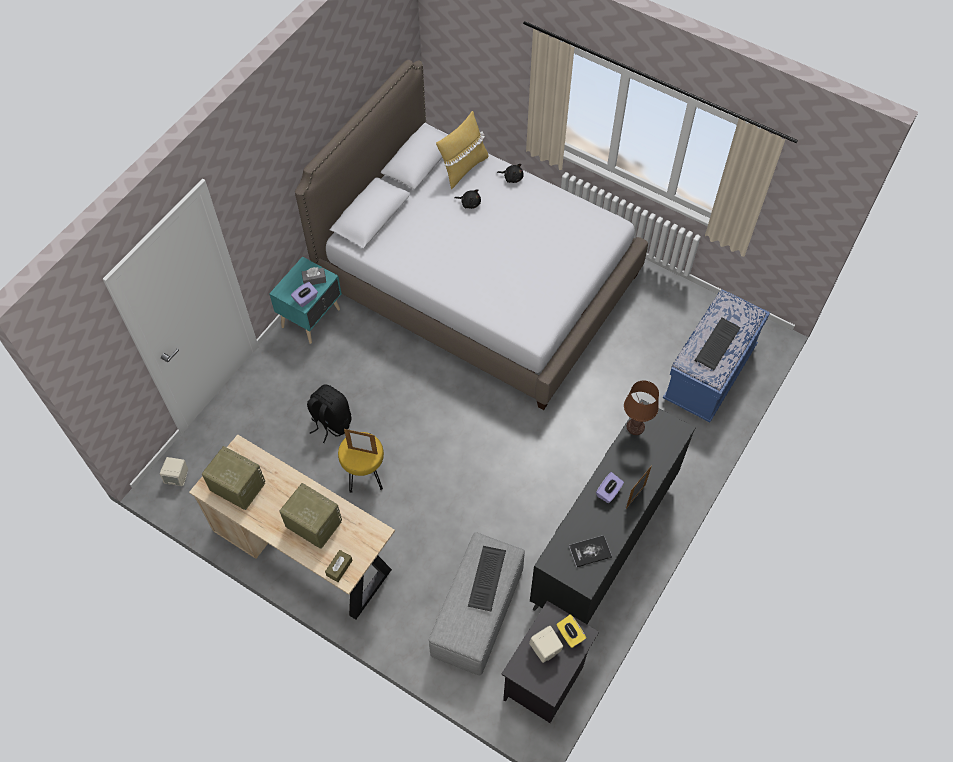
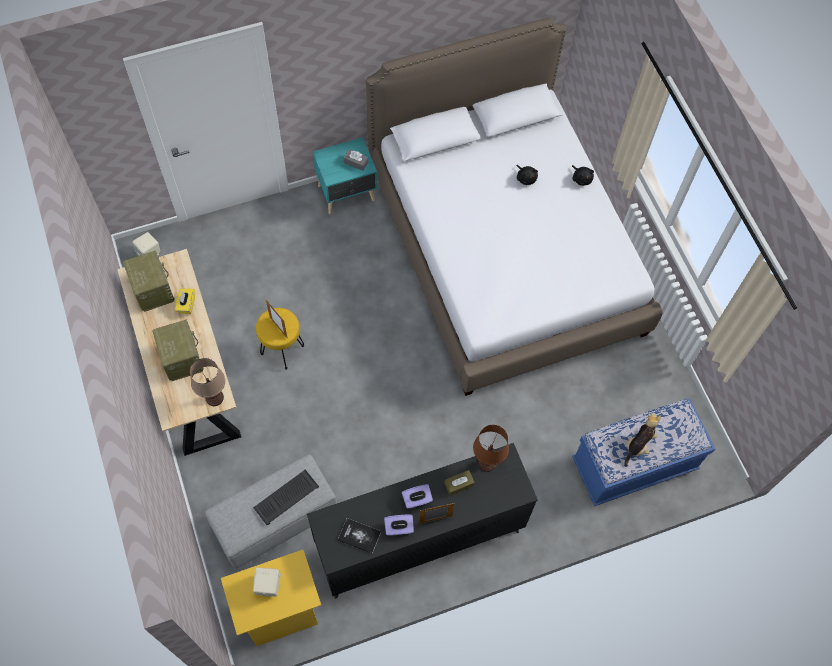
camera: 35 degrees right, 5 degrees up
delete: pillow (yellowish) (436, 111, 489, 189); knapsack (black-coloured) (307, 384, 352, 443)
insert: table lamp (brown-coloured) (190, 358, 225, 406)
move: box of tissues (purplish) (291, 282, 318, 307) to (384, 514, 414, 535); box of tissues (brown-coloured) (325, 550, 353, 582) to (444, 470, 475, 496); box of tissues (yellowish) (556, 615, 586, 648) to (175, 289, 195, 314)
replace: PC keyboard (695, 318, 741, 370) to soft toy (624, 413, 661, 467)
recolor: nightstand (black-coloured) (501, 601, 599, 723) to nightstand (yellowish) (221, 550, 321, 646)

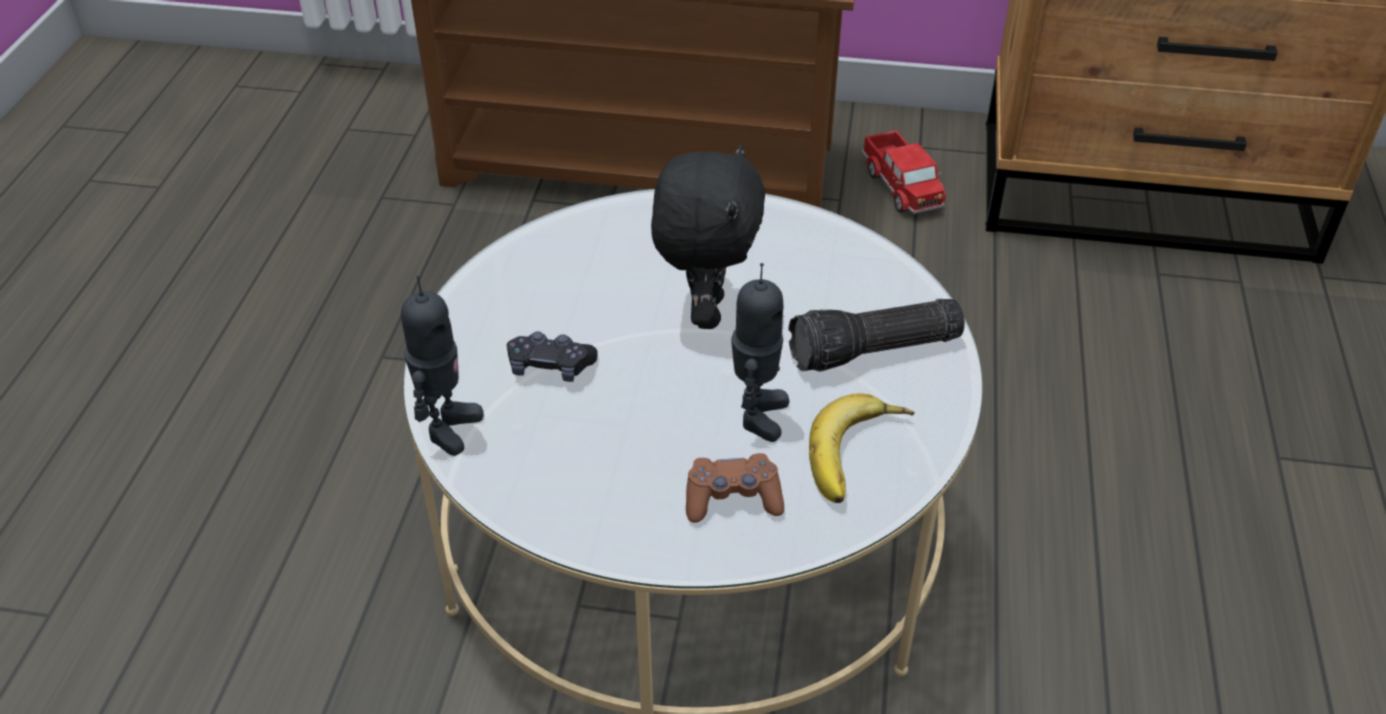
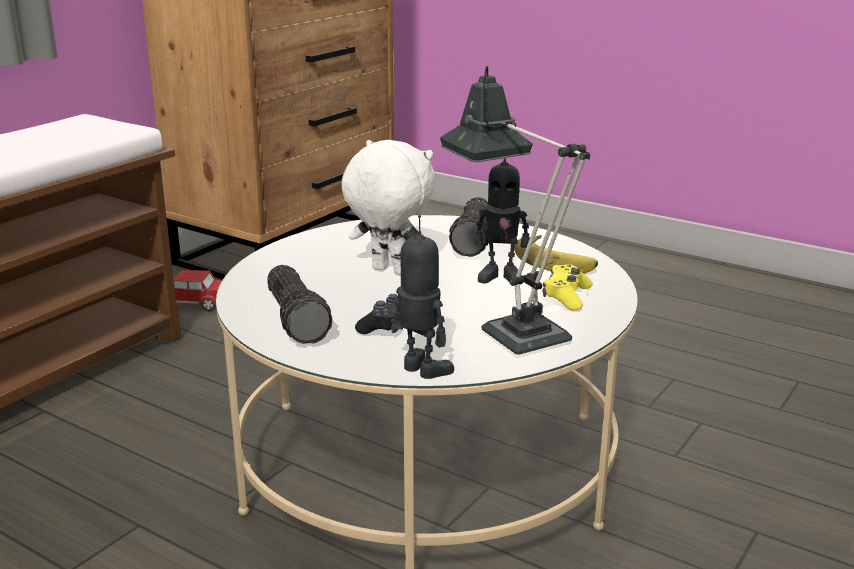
camera: 65 degrees left, 20 degrees down
insert: table lamp (440, 66, 590, 354); flashlight (267, 265, 333, 344)
recolor: soft toy (black-coloured) (651, 143, 765, 329) to soft toy (white) (341, 140, 435, 275); game controller (brown-coloured) (686, 453, 784, 523) to game controller (yellowish) (543, 264, 593, 311)
rotate: toy robot (732, 263, 789, 442) = (474, 158, 530, 285) 150 degrees clockwise

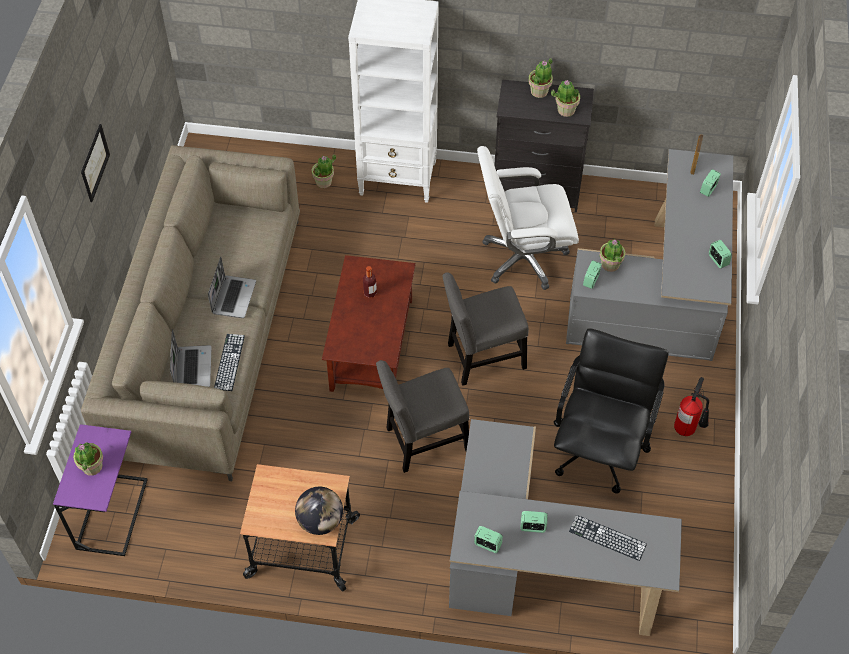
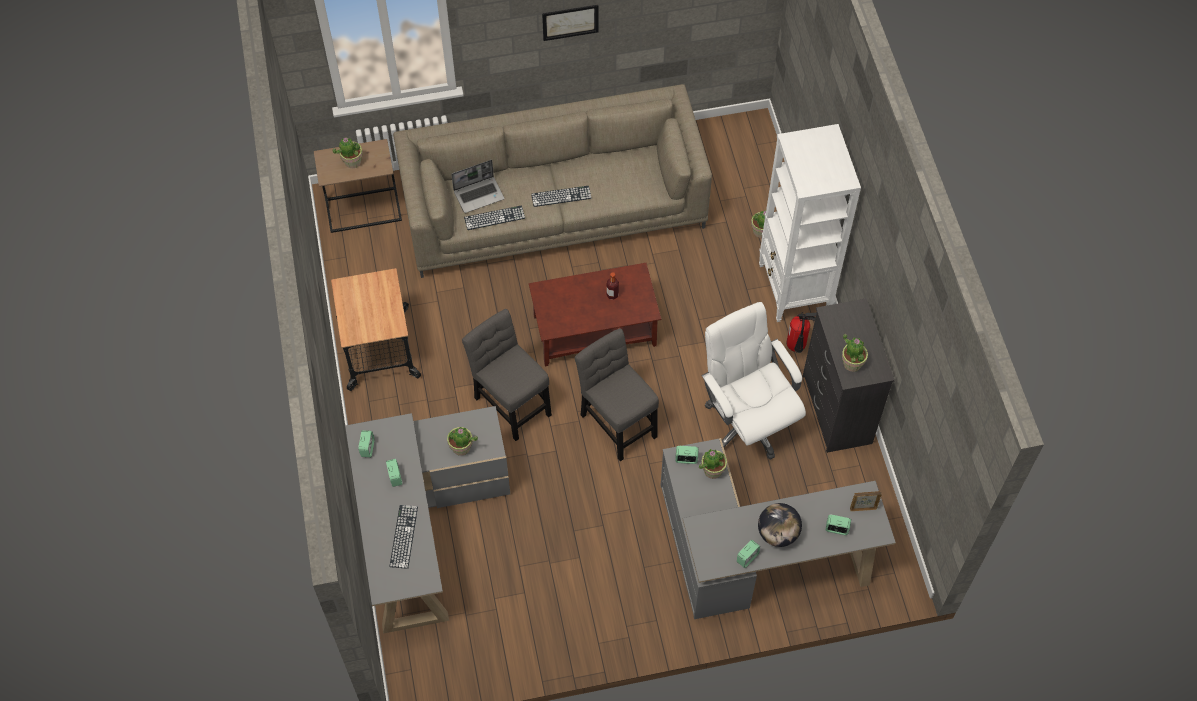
camera: 70 degrees right, 5 degrees up
delete: desk chair (black-coloured) (554, 328, 669, 494)
move: plant in a pot (528, 58, 553, 98) to (447, 427, 478, 456); fire-fighting cylinder (674, 377, 709, 436) to (786, 312, 817, 353); desk globe (295, 487, 343, 535) to (758, 503, 802, 547)
replace: notebook computer (208, 257, 256, 318) to PC keyboard (531, 186, 592, 207)
recolor: accent table (purplish) (53, 424, 148, 556) to accent table (brown-coloured) (314, 139, 402, 233)

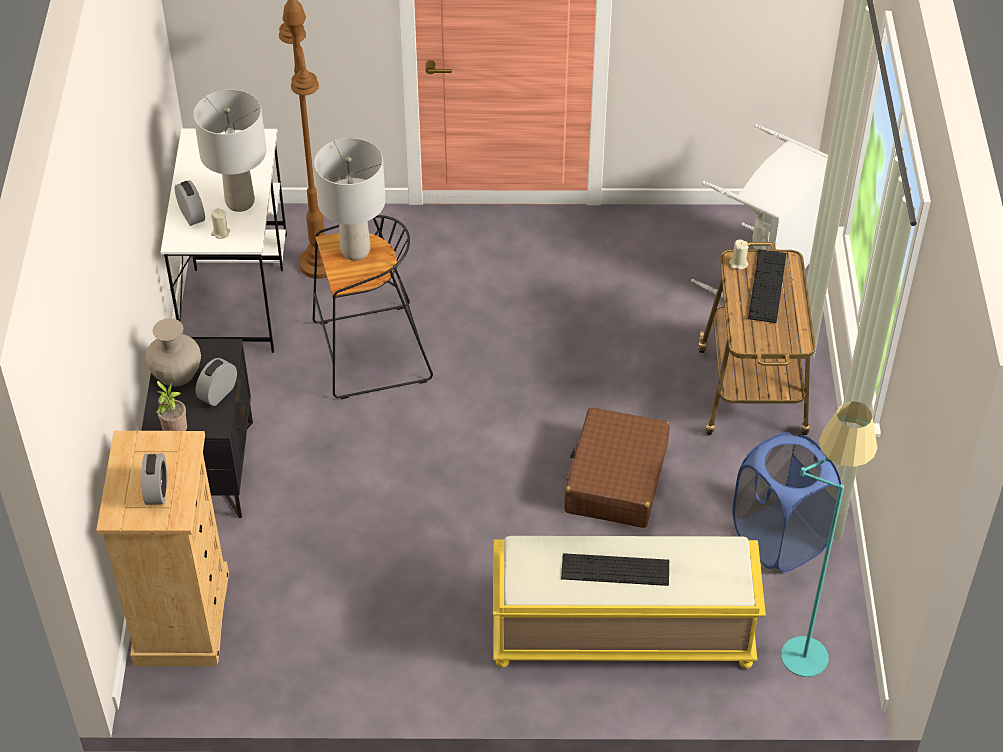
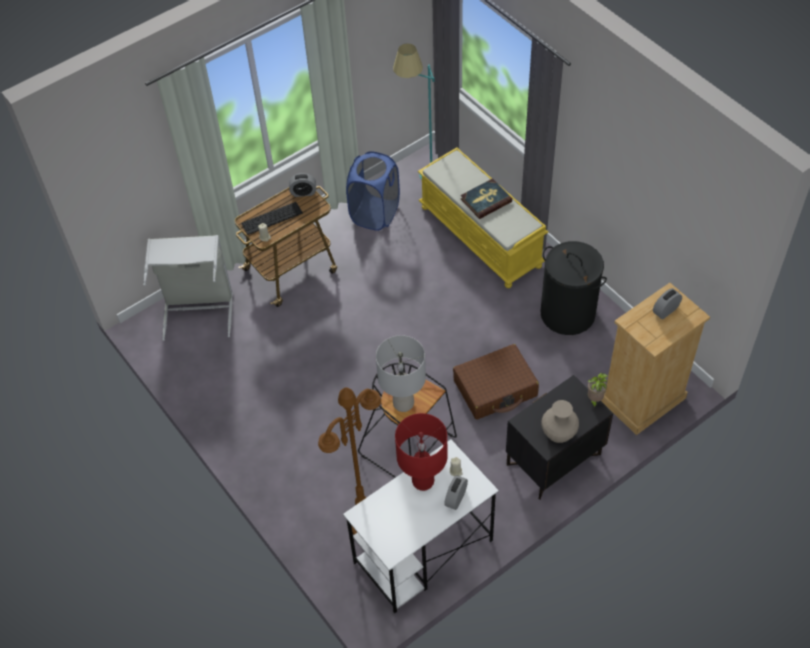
camera: 125 degrees left, 5 degrees up
insert: laundry basket (black-coloured) (541, 241, 607, 335)
move: alarm clock (196, 358, 237, 406) to (289, 173, 316, 197); travel case (brown-coloured) (564, 407, 670, 528) to (453, 344, 539, 420)
replace: PC keyboard (561, 553, 669, 586) to bound book (461, 178, 512, 219)
recolor: table lamp (greyish) (193, 89, 266, 212) to table lamp (red-coloured) (395, 413, 448, 491)

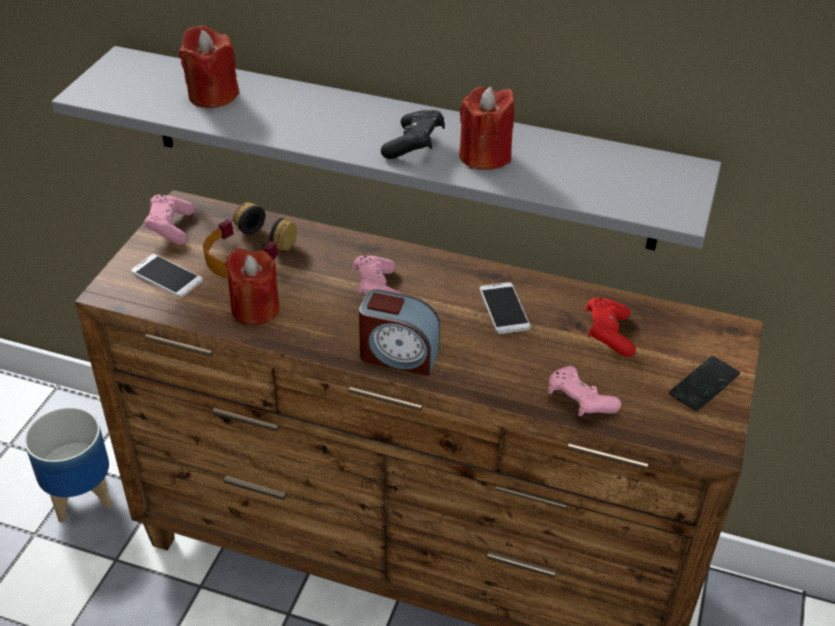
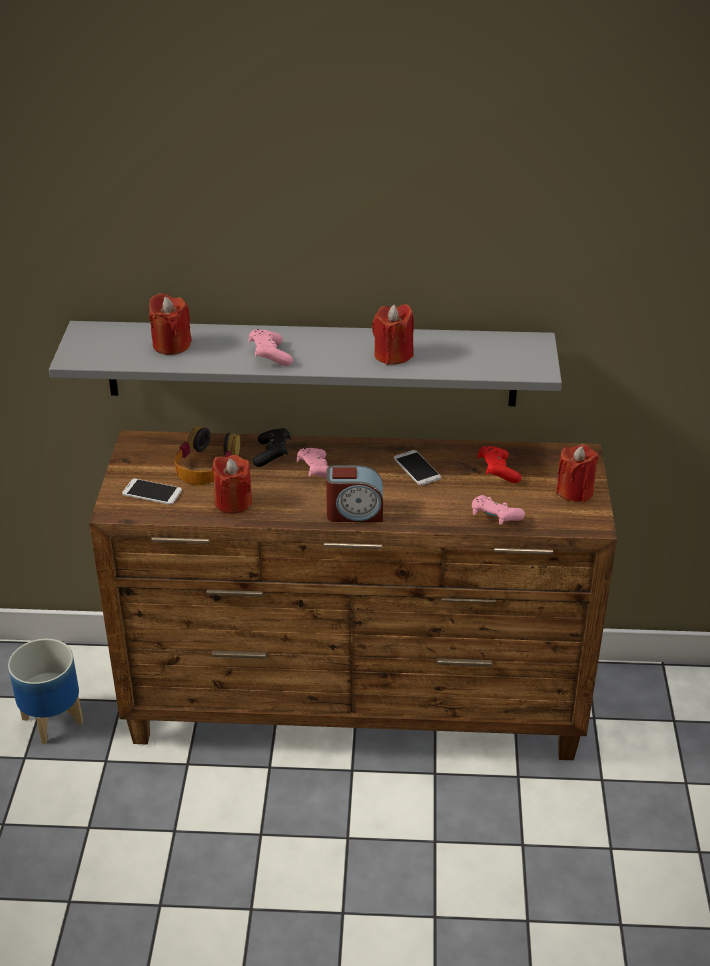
camera: 15 degrees left, 5 degrees down
move: game controller (black-coloured) (381, 110, 445, 159) to (253, 428, 291, 467); game controller (pinkish) (144, 195, 195, 245) to (248, 329, 293, 366)
replace: phone (669, 356, 740, 411) to candle (red-coloured) (556, 444, 599, 502)

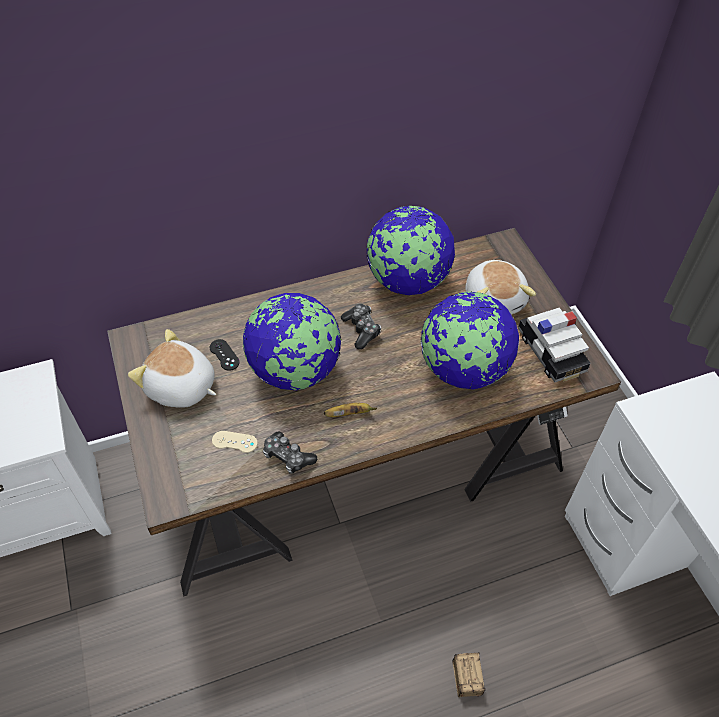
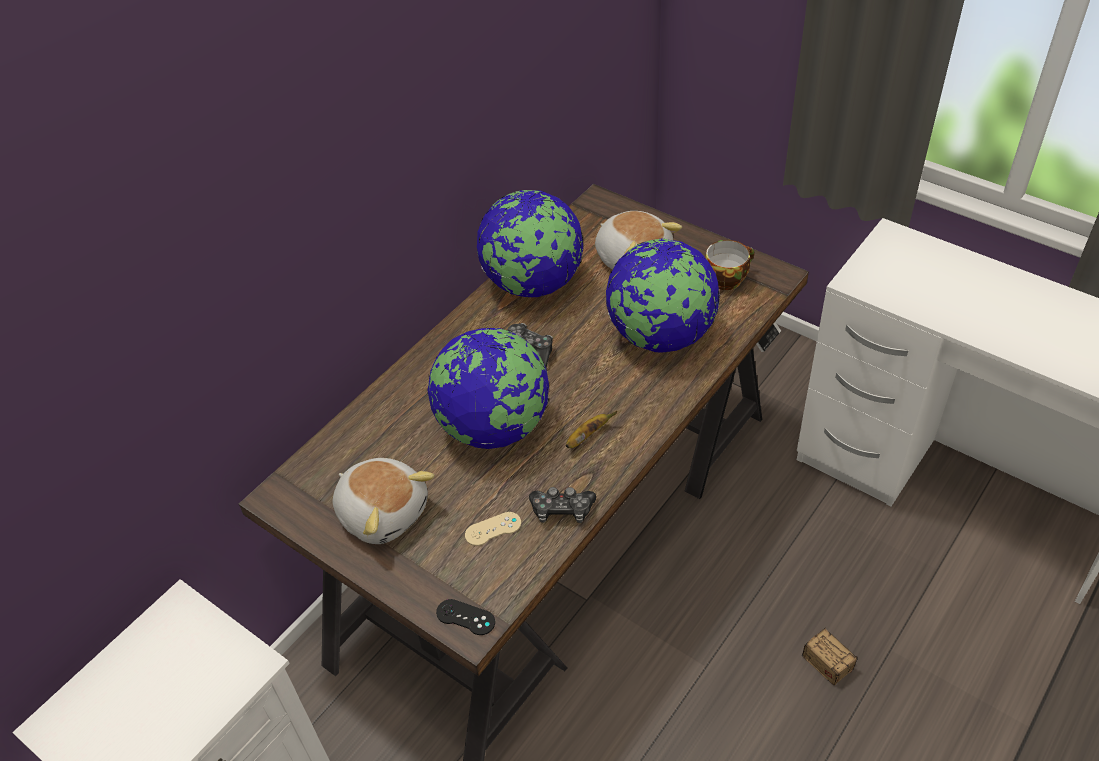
camera: 30 degrees left, 5 degrees down
move: game controller (black-coloured) (210, 339, 240, 371) to (436, 599, 495, 635)
replace: toy car (518, 307, 590, 382) to cup (705, 240, 754, 290)
rotate: soft toy (128, 329, 216, 408) = (333, 458, 434, 544) 135 degrees counterclockwise

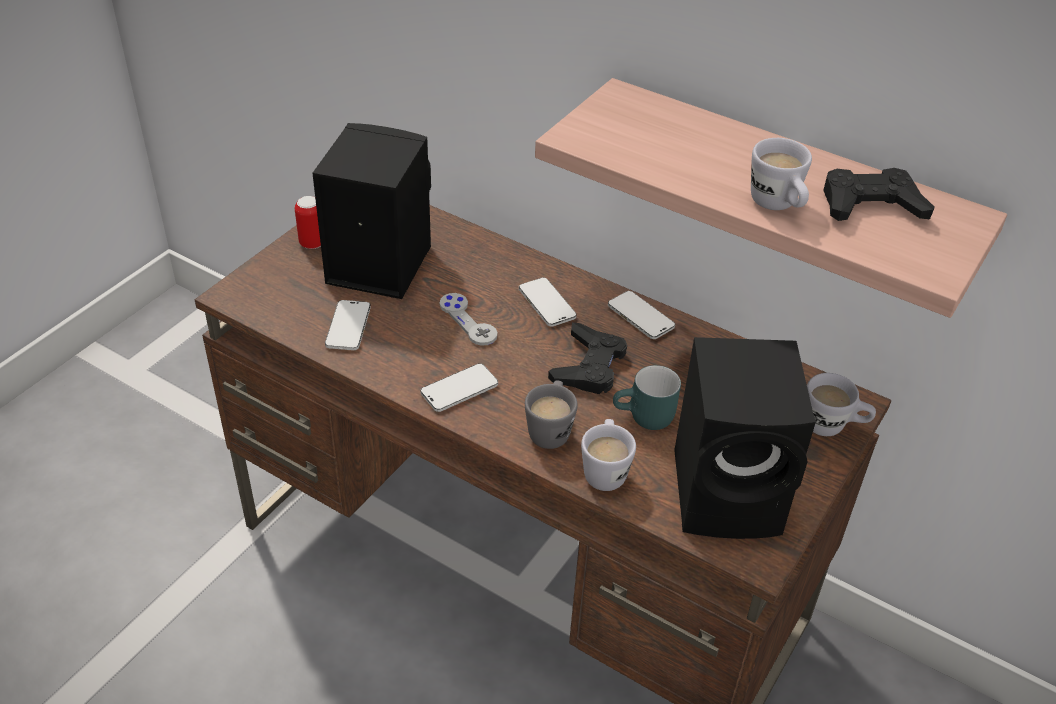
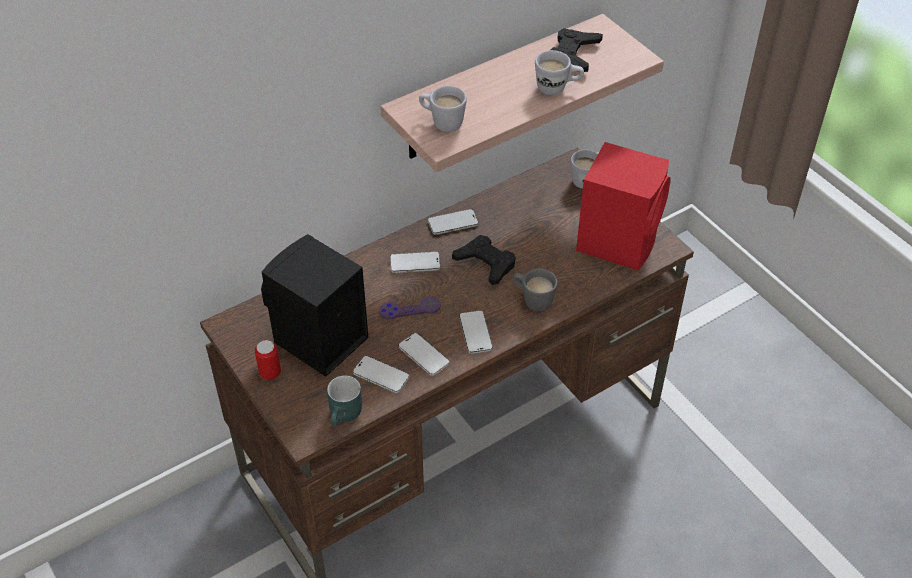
camera: 65 degrees left, 5 degrees up
insert: phone (398, 333, 450, 376)
move: tea mug (blue-green) (613, 365, 681, 430) to (327, 375, 362, 426); tea mug (white) (581, 419, 636, 491) to (419, 86, 467, 132)
recolor: game controller (greyish) (440, 293, 497, 346) to game controller (purplish) (379, 296, 441, 319); loudspeaker (black-coloured) (674, 337, 816, 539) to loudspeaker (red-coloured) (576, 142, 671, 271)

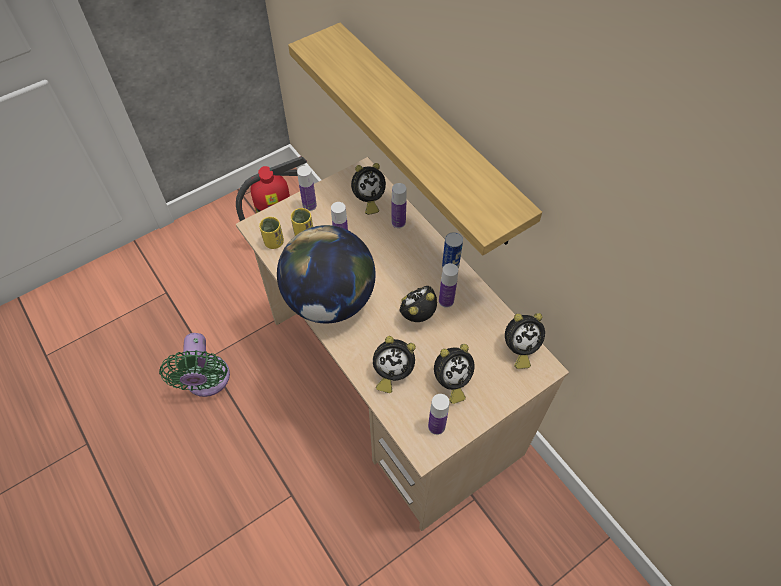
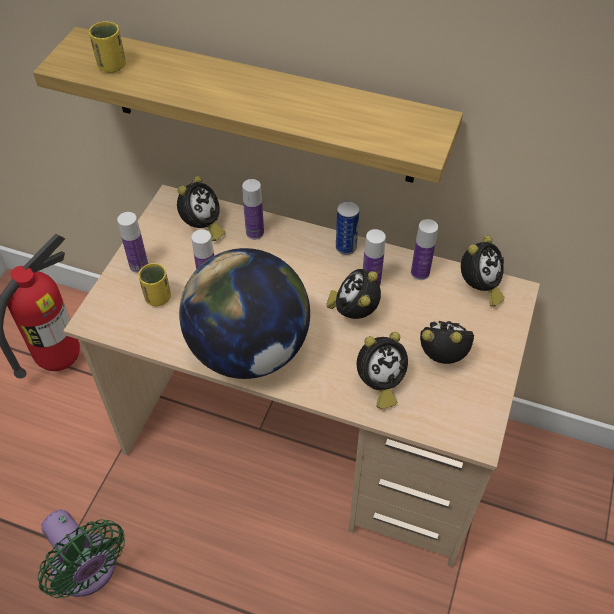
camera: 35 degrees left, 5 degrees down
move: cup (yellowish) (259, 217, 284, 249) to (89, 21, 126, 73); beverage bottle (428, 394, 450, 435) to (411, 219, 438, 280)
rotate: alarm clock (434, 344, 474, 404) = (420, 321, 474, 364) 105 degrees counterclockwise

